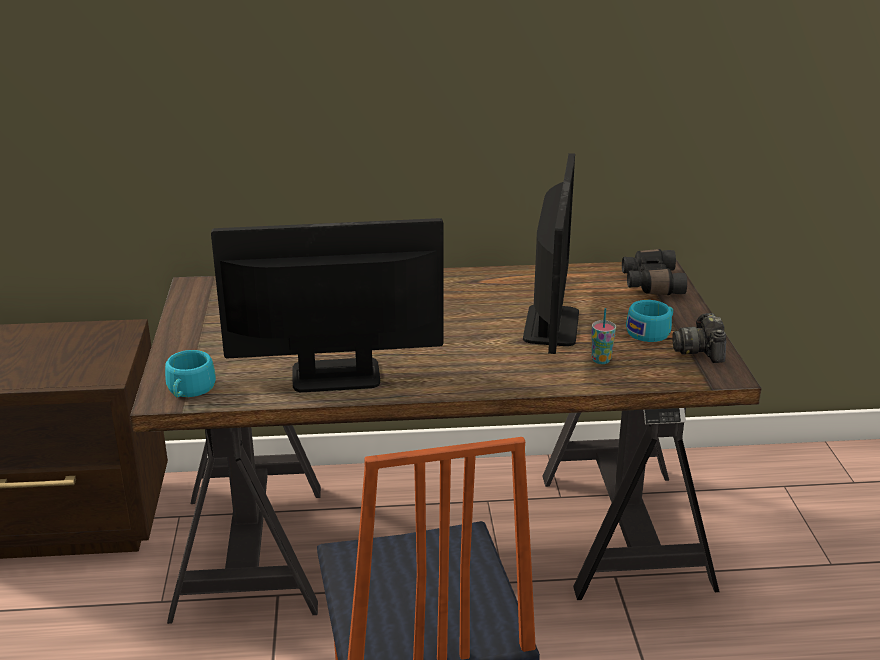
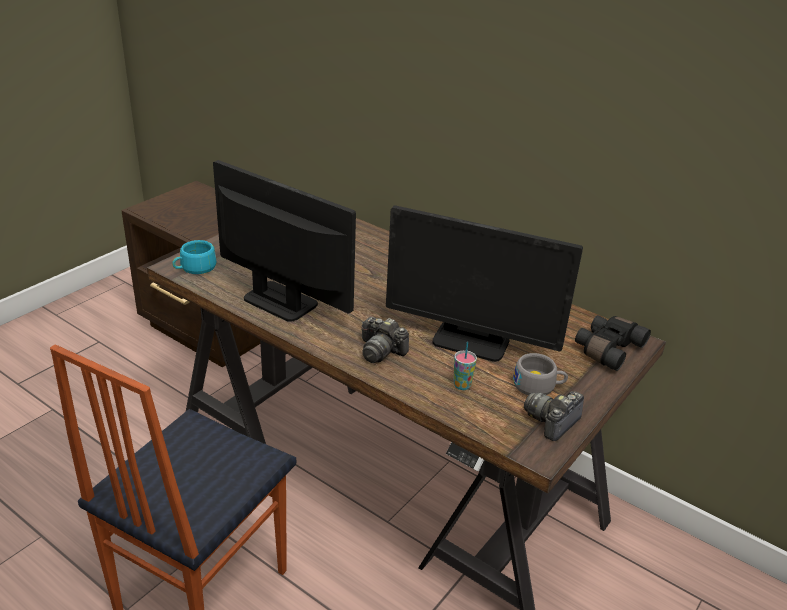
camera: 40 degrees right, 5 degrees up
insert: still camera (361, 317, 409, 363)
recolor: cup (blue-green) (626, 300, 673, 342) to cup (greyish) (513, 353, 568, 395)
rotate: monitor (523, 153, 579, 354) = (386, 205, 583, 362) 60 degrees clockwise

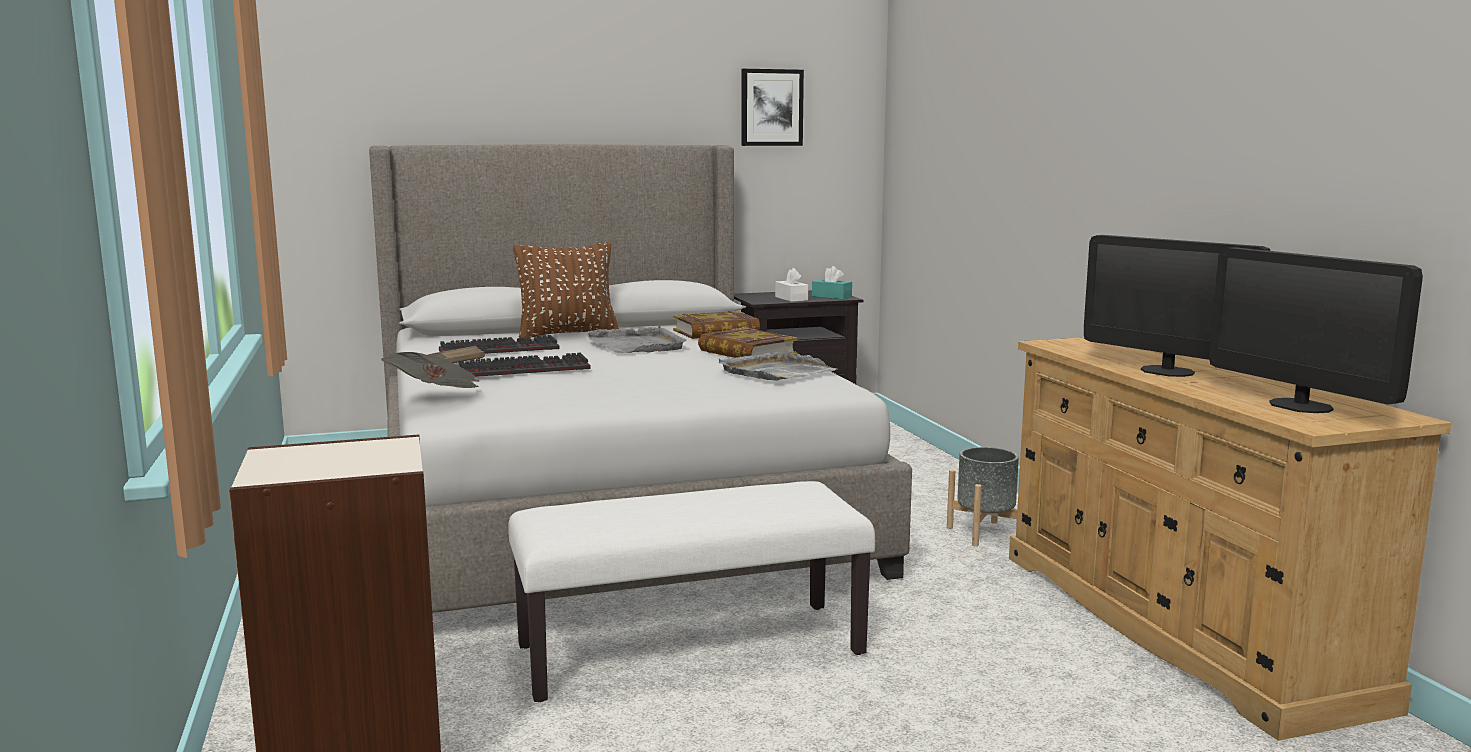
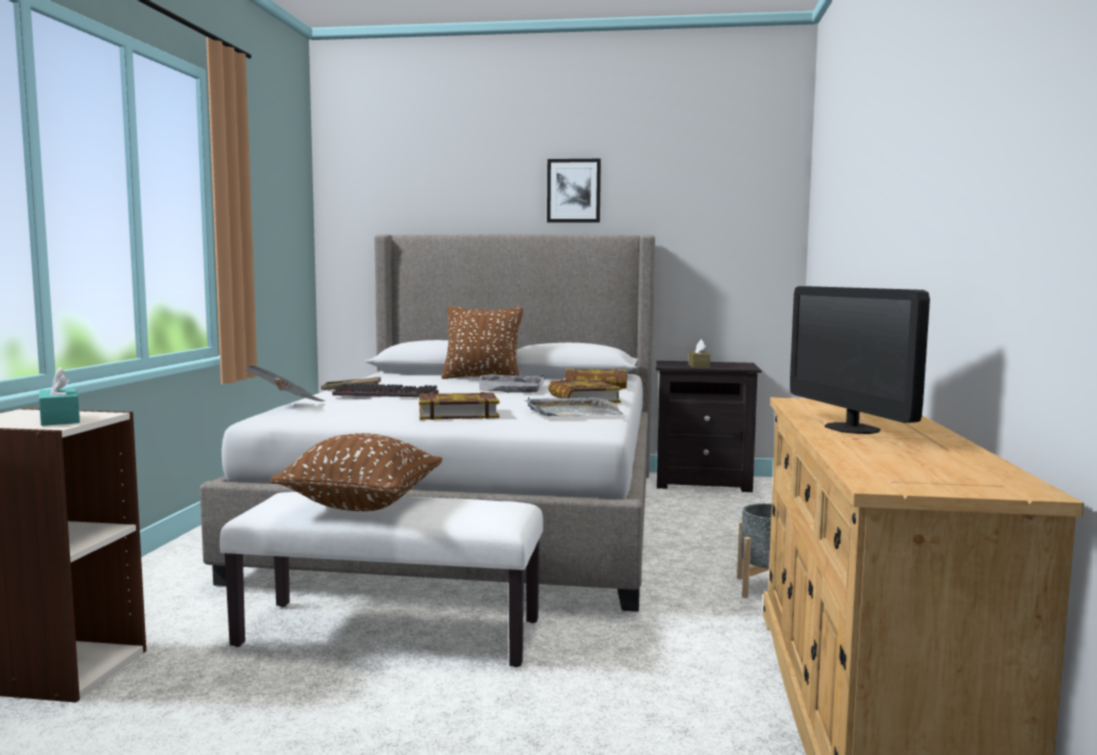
camera: 25 degrees right, 5 degrees down
delete: monitor (1209, 247, 1423, 413); PC keyboard (439, 335, 560, 354)
insert: bound book (419, 392, 500, 420); pillow (brown-coloured) (270, 433, 442, 511)
move: wall art (741, 69, 804, 146) to (547, 159, 601, 223); box of tissues (blue-green) (812, 266, 852, 299) to (39, 367, 80, 426)
recolor: box of tissues (white) (775, 268, 808, 302) to box of tissues (brown-coloured) (688, 340, 710, 368)

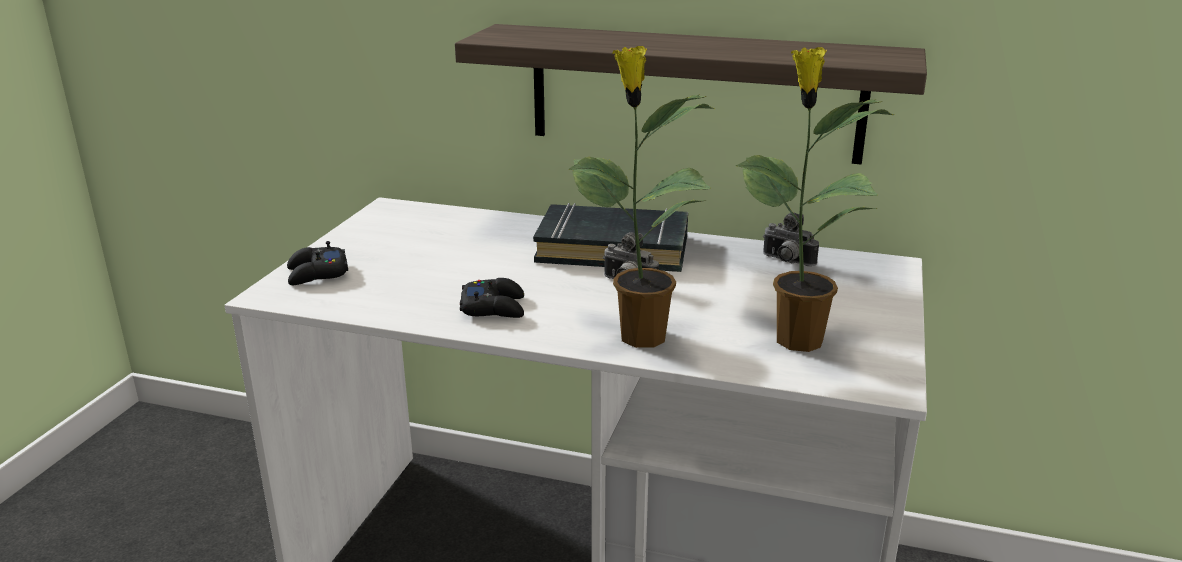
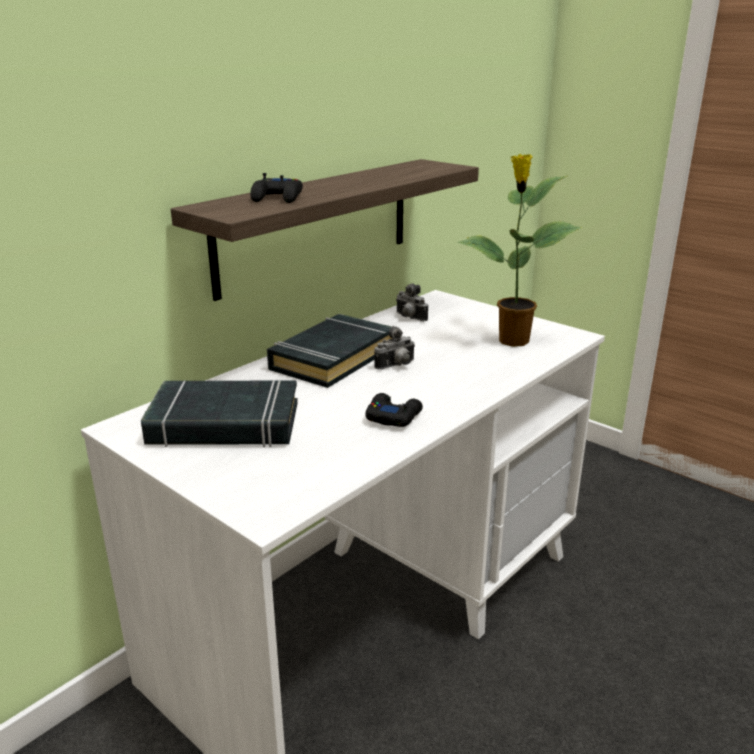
camera: 65 degrees left, 0 degrees up
delete: plant in a pot (569, 46, 715, 348)
insert: bound book (black-coloured) (141, 380, 298, 447)
move: game controller (black-coloured) (287, 241, 348, 285) to (250, 173, 303, 203)
rotate: still camera (763, 212, 819, 266) = (396, 283, 428, 322) 75 degrees clockwise

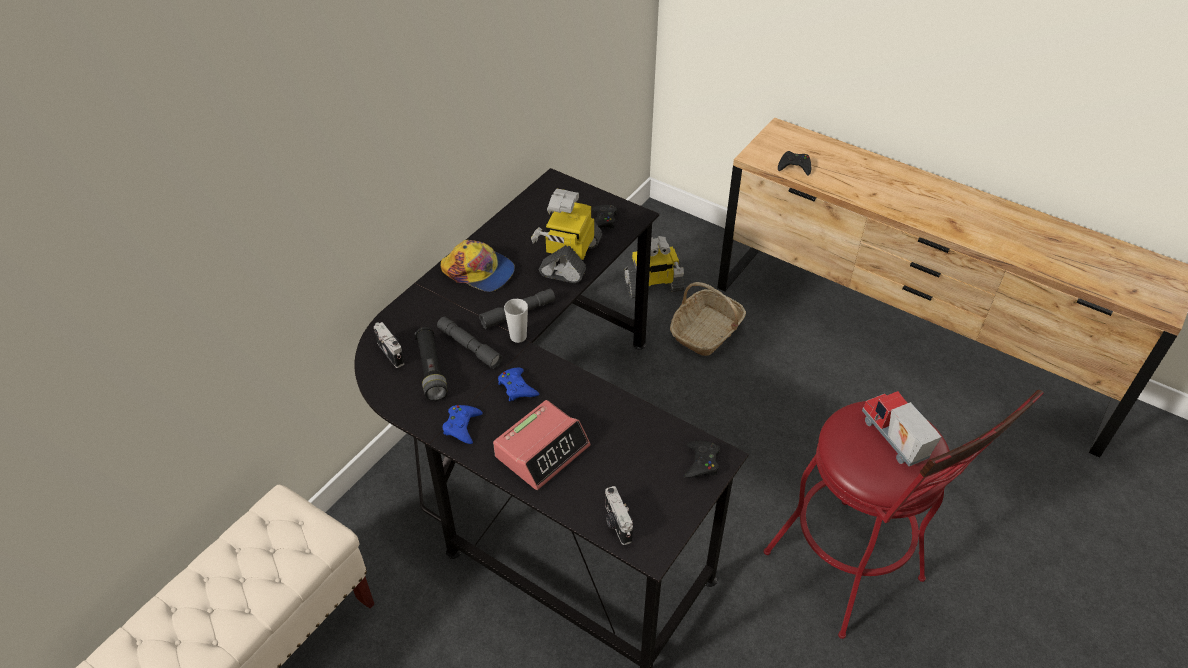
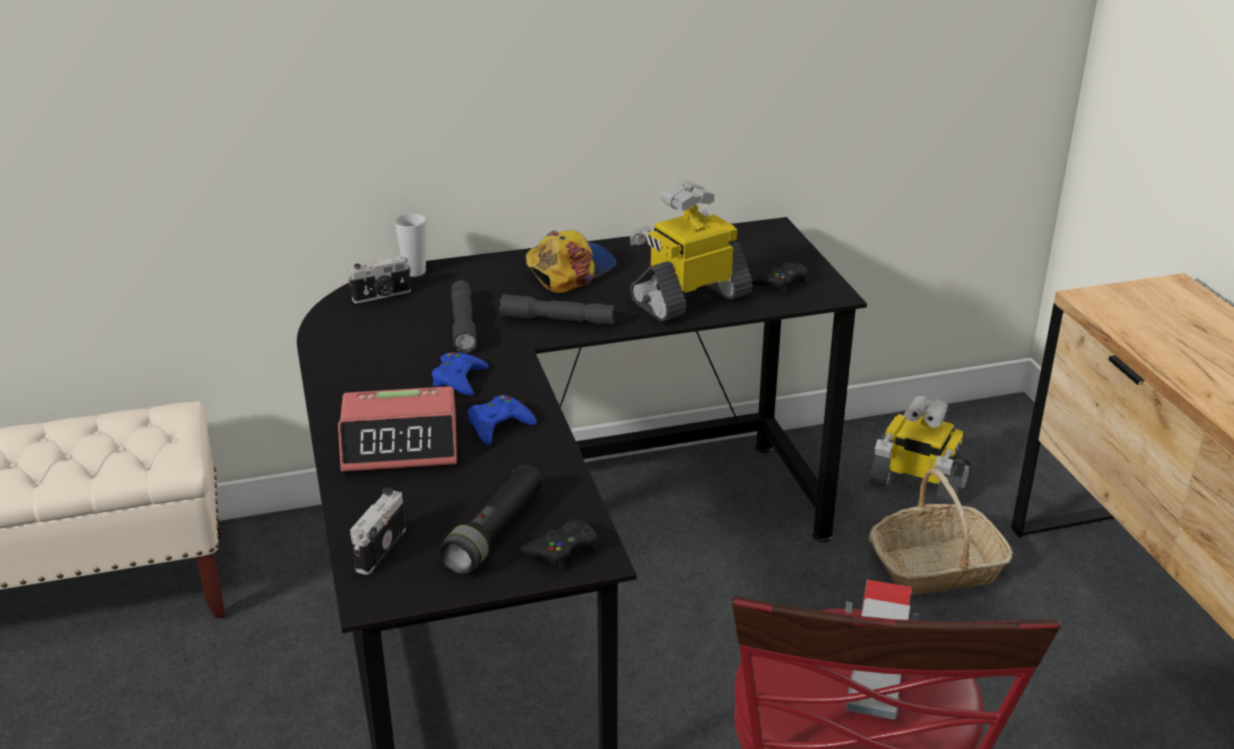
camera: 40 degrees right, 15 degrees down
delete: game controller (black-coloured) (778, 151, 811, 176)
move: cup (504, 299, 528, 343) to (394, 213, 426, 277); flashlight (black-coloured) (414, 327, 447, 401) to (439, 464, 543, 575); game controller (bluish) (443, 405, 483, 444) to (467, 395, 537, 445)
rotate: cap (440, 240, 515, 292) = (526, 230, 616, 293) 120 degrees counterclockwise; still camera (374, 322, 404, 368) = (348, 256, 411, 303) 60 degrees clockwise

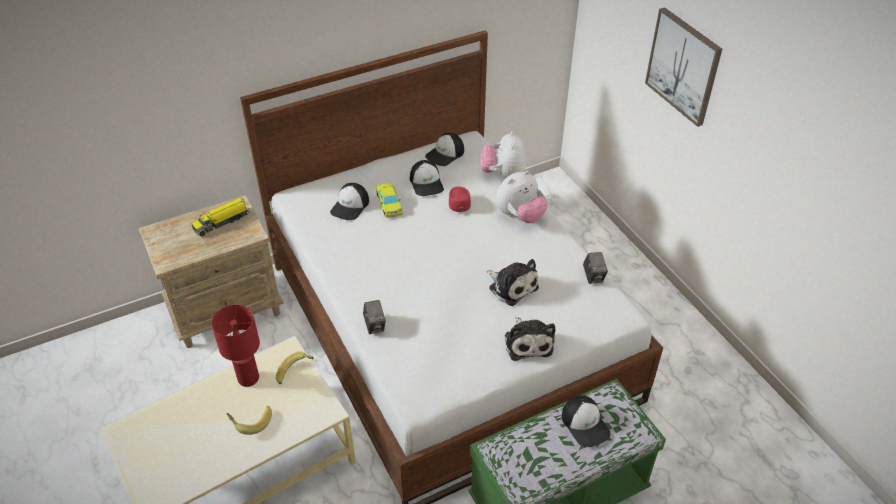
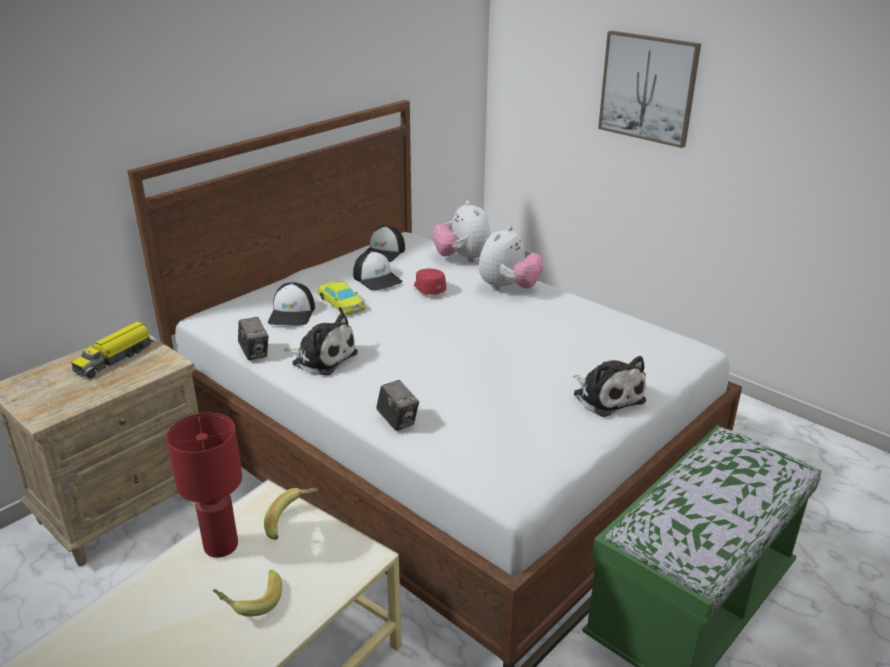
camera: 20 degrees left, 15 degrees down
delete: cap (562, 396, 611, 447)
move: still camera (583, 252, 608, 284) to (238, 317, 268, 360); soft toy (487, 259, 539, 306) to (284, 313, 358, 375)

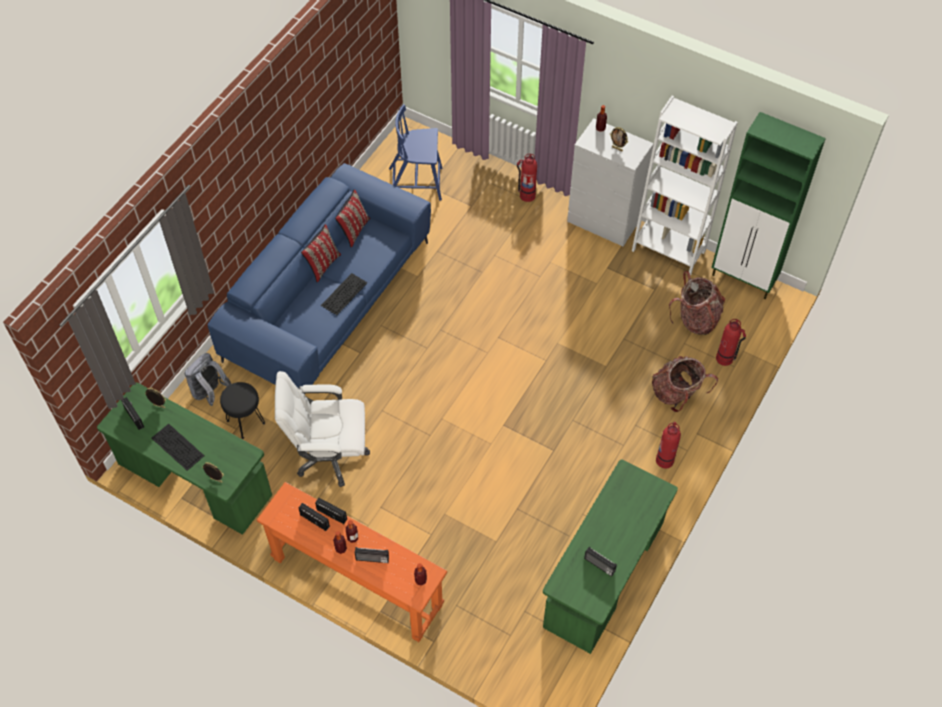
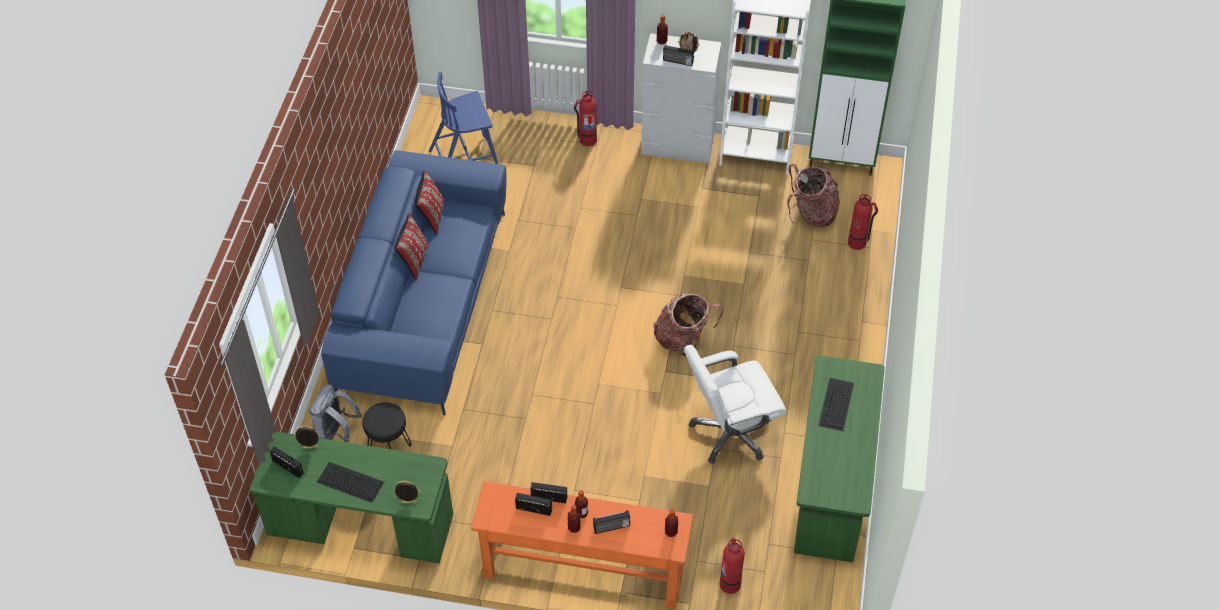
camera: 20 degrees left, 5 degrees down
move: PC keyboard (321, 273, 368, 315) to (818, 378, 854, 431); knapsack (652, 356, 718, 412) to (654, 293, 723, 356); desk chair (white) (275, 371, 370, 487) to (684, 345, 787, 464); fire-fighting cylinder (656, 422, 681, 469) to (719, 537, 745, 594); radio (584, 547, 617, 577) to (663, 44, 694, 66)

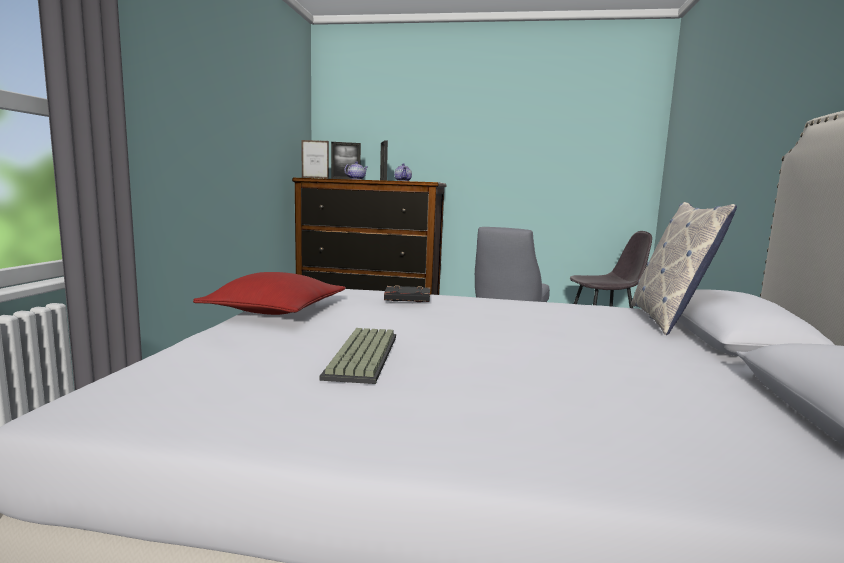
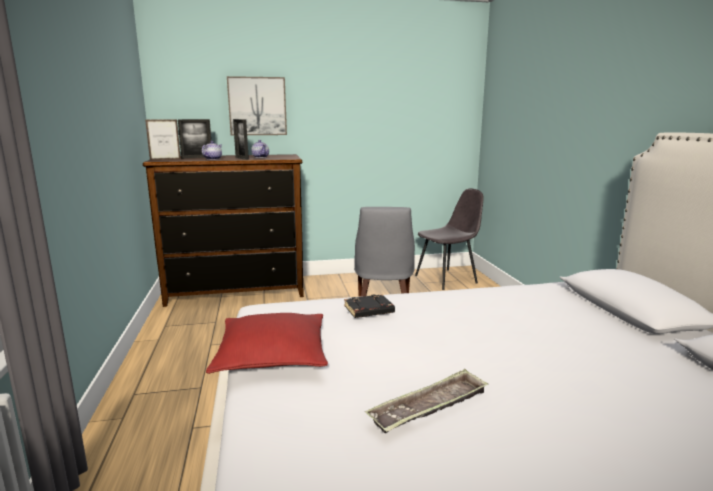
camera: 20 degrees left, 5 degrees up
delete: pillow (631, 202, 737, 335)
insert: wall art (227, 76, 287, 135)
replace: PC keyboard (320, 328, 396, 384) to carrying tray (365, 369, 488, 433)

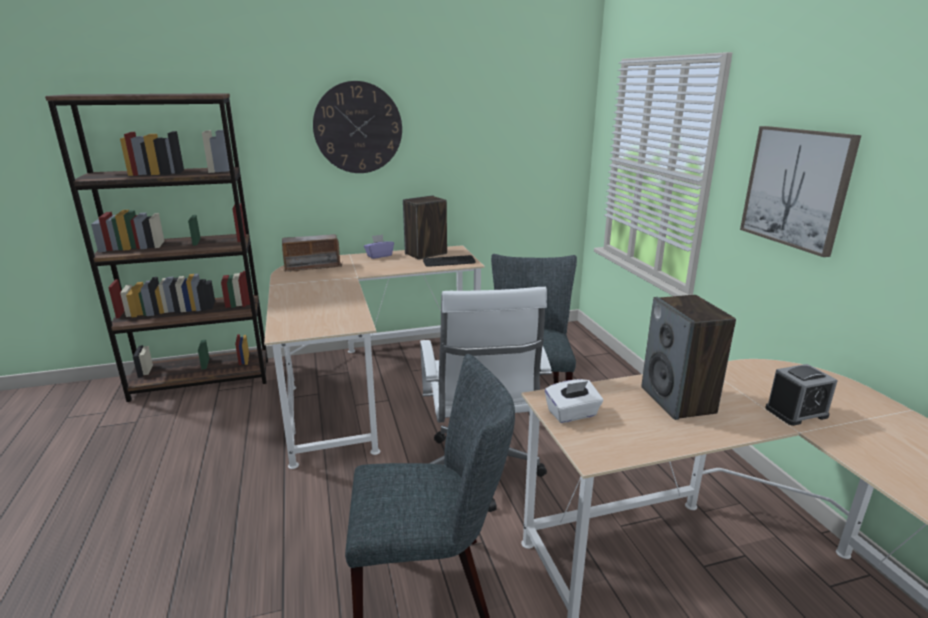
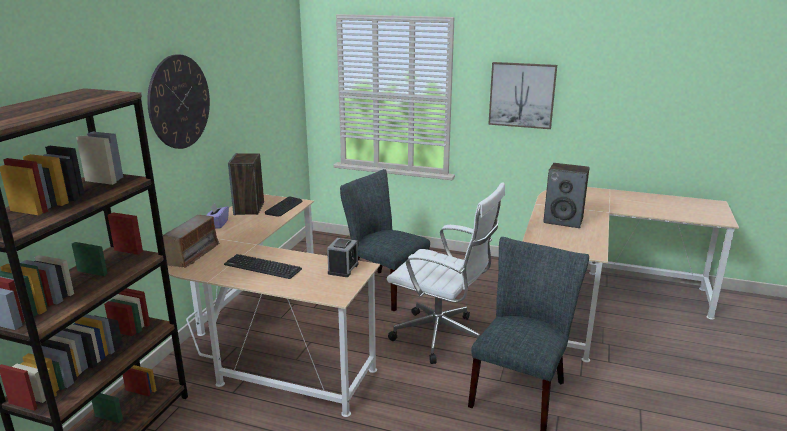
camera: 55 degrees left, 0 degrees up
delete: box of tissues (white) (545, 379, 603, 423)
insert: PC keyboard (224, 254, 302, 279)
move: alarm clock (765, 364, 838, 426) to (327, 238, 359, 277)

